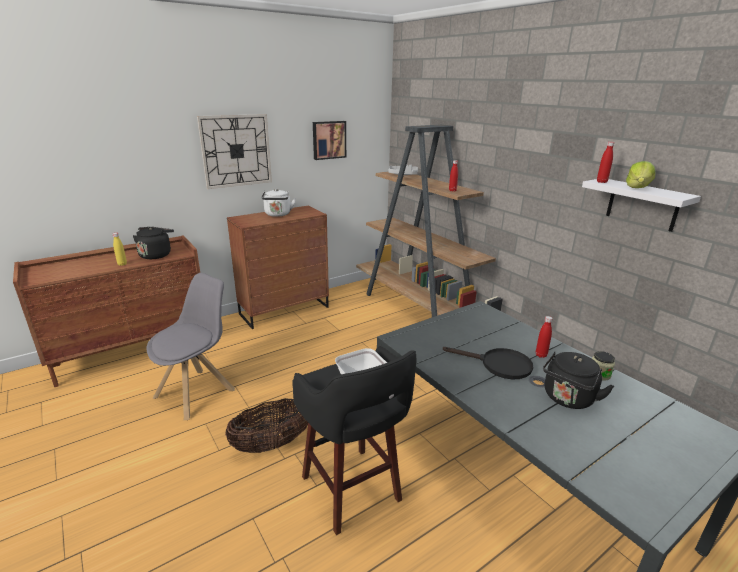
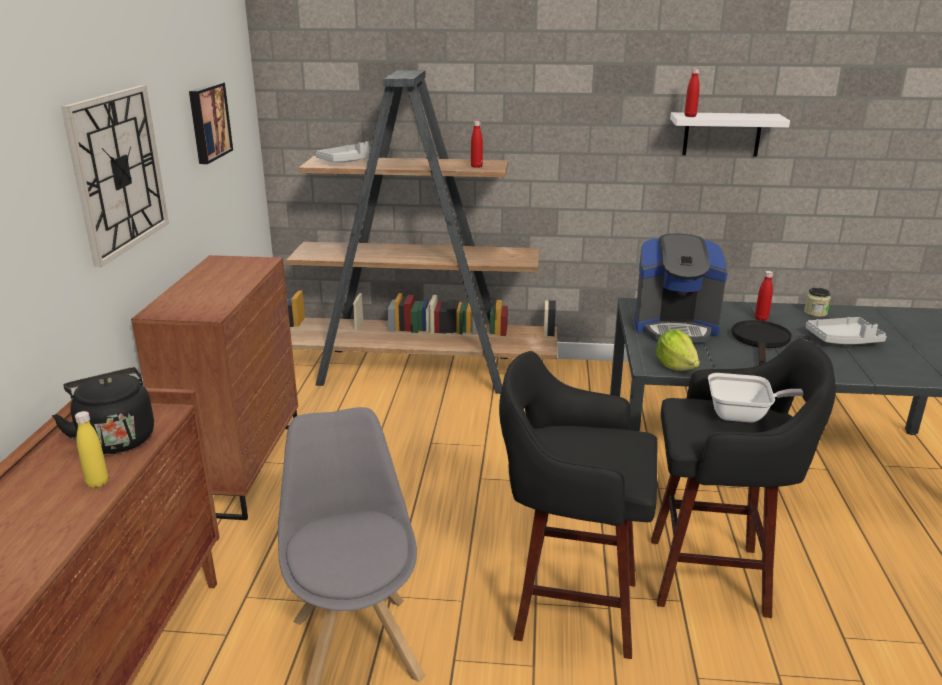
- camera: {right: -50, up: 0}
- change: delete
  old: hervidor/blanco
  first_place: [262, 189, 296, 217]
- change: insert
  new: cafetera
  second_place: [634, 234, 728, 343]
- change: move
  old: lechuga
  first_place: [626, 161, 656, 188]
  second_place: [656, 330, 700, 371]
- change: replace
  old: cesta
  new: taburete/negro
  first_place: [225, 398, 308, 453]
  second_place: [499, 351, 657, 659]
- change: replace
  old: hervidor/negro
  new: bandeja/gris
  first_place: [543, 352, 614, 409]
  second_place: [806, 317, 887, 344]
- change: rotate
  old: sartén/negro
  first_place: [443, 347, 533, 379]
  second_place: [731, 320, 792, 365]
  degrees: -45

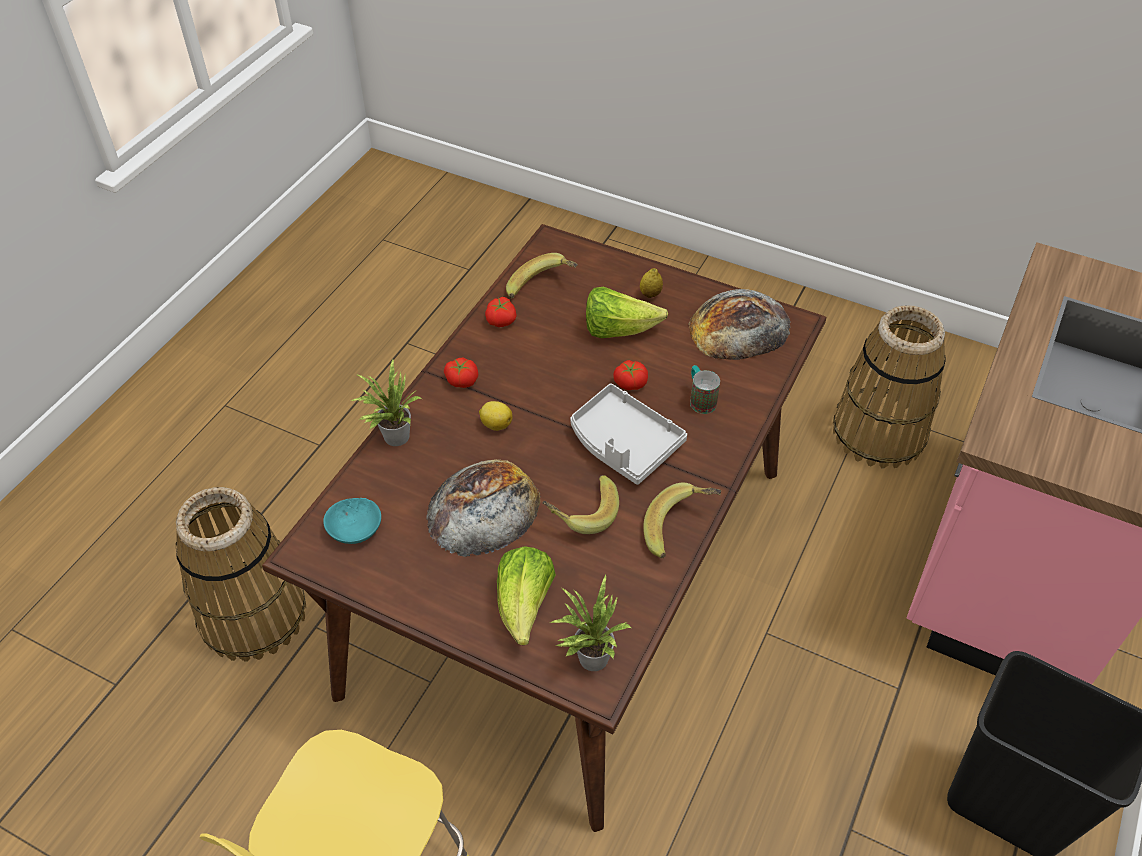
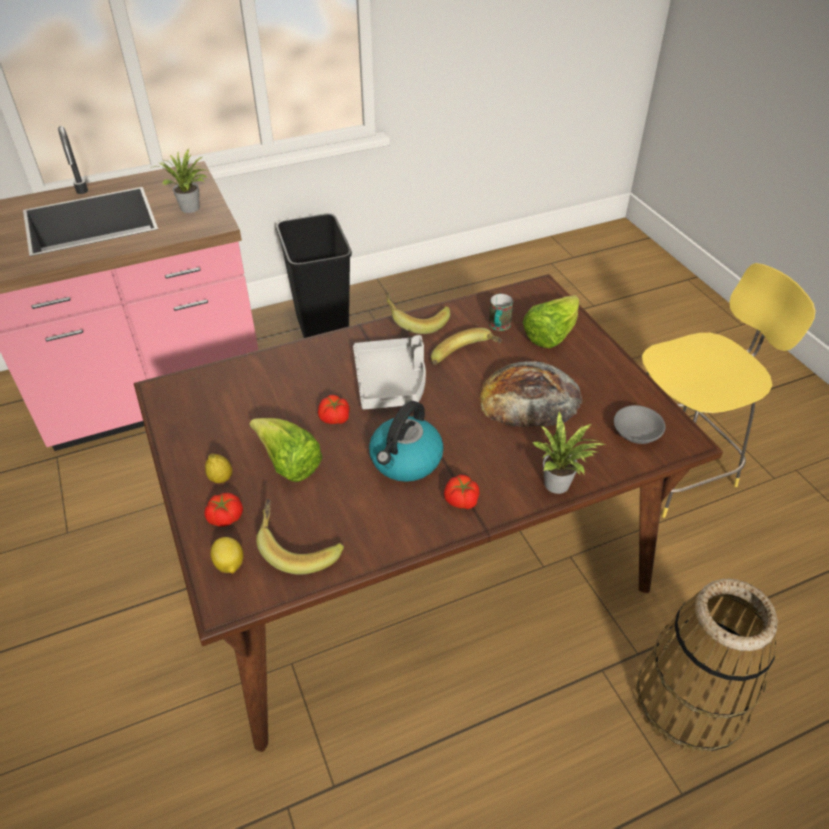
- camera: {right: -140, up: -5}
- change: delete
  old: pan
  first_place: [689, 289, 791, 360]
- change: delete
  old: cesta
  first_place: [833, 305, 946, 469]
- change: insert
  new: hervidor
  second_place: [369, 401, 444, 482]
- change: move
  old: limón
  first_place: [479, 401, 512, 431]
  second_place: [210, 537, 244, 573]
- change: move
  old: tomate
  first_place: [485, 297, 517, 327]
  second_place: [204, 493, 243, 527]
- change: move
  old: planta en maceta
  first_place: [549, 575, 631, 671]
  second_place: [150, 149, 209, 213]
- change: move
  old: taza grande
  first_place: [690, 365, 720, 414]
  second_place: [489, 294, 513, 331]
- change: recolor
  old: cuenco/turquesa
  new: cuenco/gris
  first_place: [323, 498, 381, 544]
  second_place: [614, 405, 666, 444]

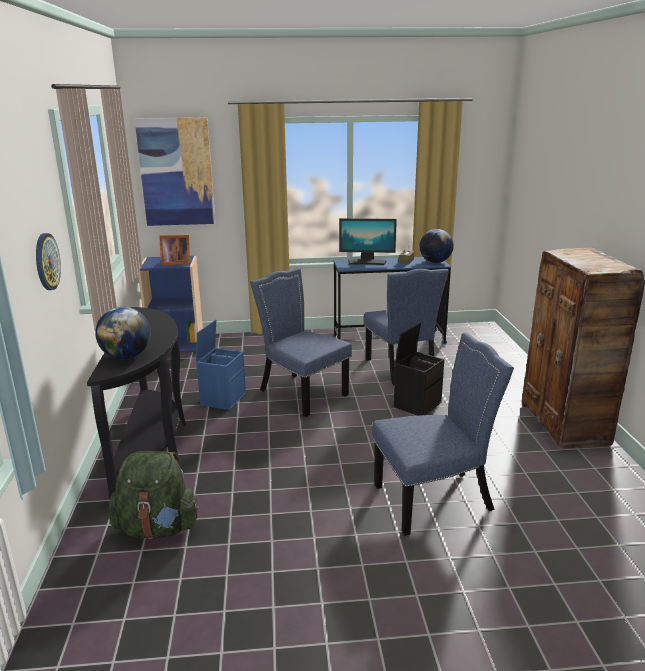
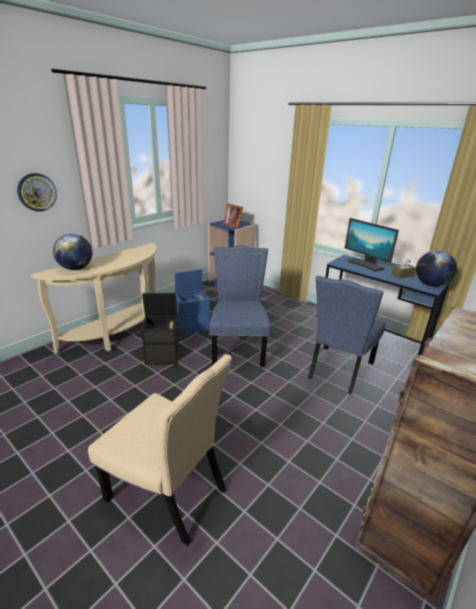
- camera: {right: 45, up: 5}
- change: delete
  old: mochila/verde
  first_place: [109, 451, 199, 539]
- change: delete
  old: cuadro
  first_place: [135, 117, 216, 226]
- change: move
  old: caja de almacenaje/negro
  first_place: [394, 323, 444, 416]
  second_place: [141, 293, 179, 365]
- change: recolor
  old: mesa consola/negro
  new: mesa consola/beis
  first_place: [87, 307, 186, 499]
  second_place: [31, 243, 157, 354]
- change: recolor
  old: silla/azul
  new: silla/beis
  first_place: [372, 333, 514, 535]
  second_place: [88, 354, 232, 546]

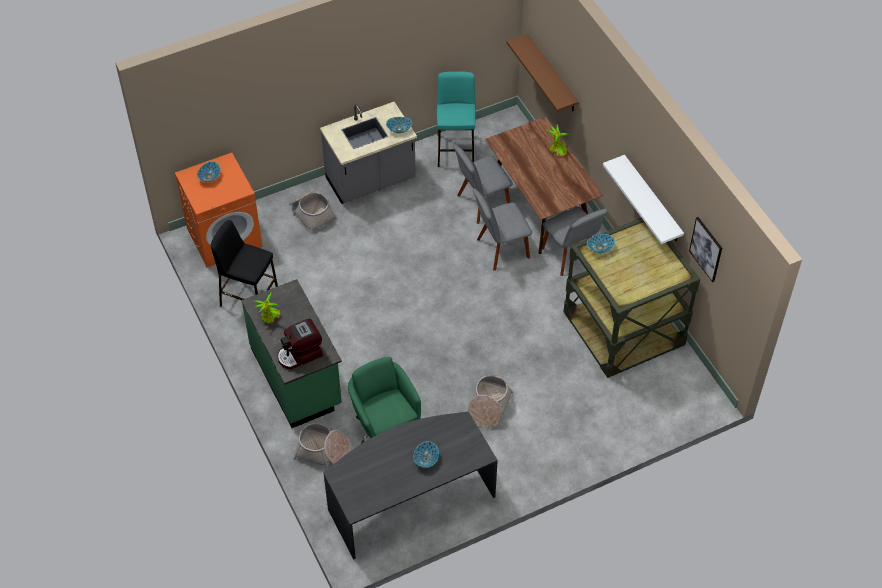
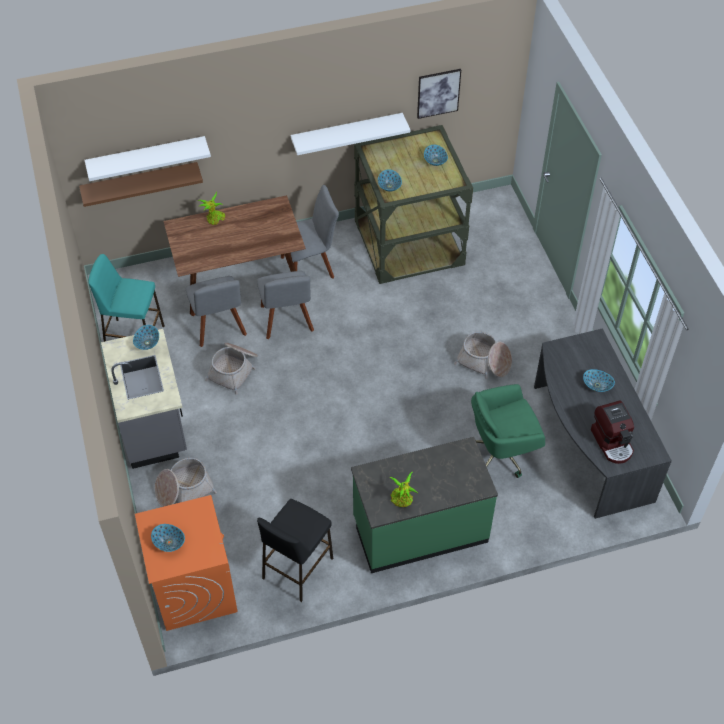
- camera: {right: -80, up: 0}
- change: insert
  new: estante/blanco
  second_place: [85, 136, 211, 181]
- change: insert
  new: cuenco
  second_place: [424, 145, 448, 166]
- change: move
  old: cafetera
  first_place: [277, 319, 323, 369]
  second_place: [591, 400, 634, 464]
- change: move
  old: cesta
  first_place: [293, 423, 350, 469]
  second_place: [205, 343, 258, 395]

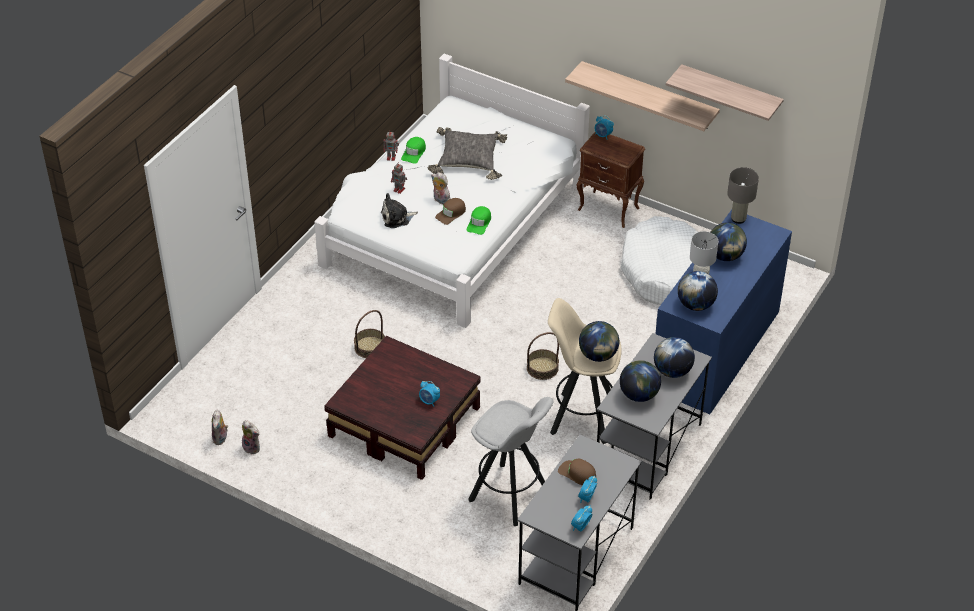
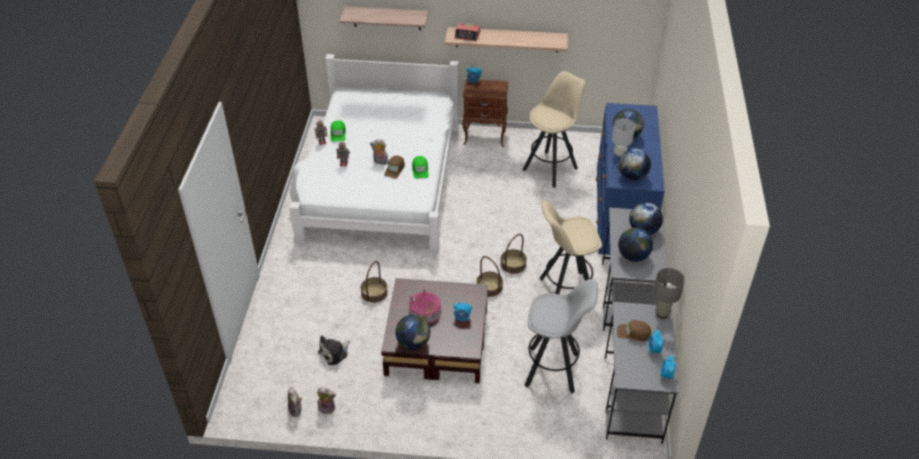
- camera: {right: -25, up: 0}
- change: delete
  old: cojín
  first_place: [428, 127, 507, 180]
- change: insert
  new: casita
  second_place: [409, 288, 442, 323]
- change: insert
  new: despertador
  second_place: [455, 23, 480, 41]
- change: insert
  new: cesta
  second_place: [477, 256, 503, 297]
- change: move
  old: peluche
  first_place: [381, 193, 418, 228]
  second_place: [318, 335, 350, 365]
- change: move
  old: globo terráqueo
  first_place: [579, 321, 619, 362]
  second_place: [395, 315, 430, 350]
- change: move
  old: estante
  first_place: [666, 64, 784, 121]
  second_place: [340, 6, 429, 30]
- change: move
  old: lámpara de mesa/gris
  first_place: [727, 167, 759, 224]
  second_place: [653, 268, 685, 319]
- change: replace
  old: cama para perro/blanco
  new: taburete/beis
  first_place: [621, 216, 698, 305]
  second_place: [523, 71, 586, 188]

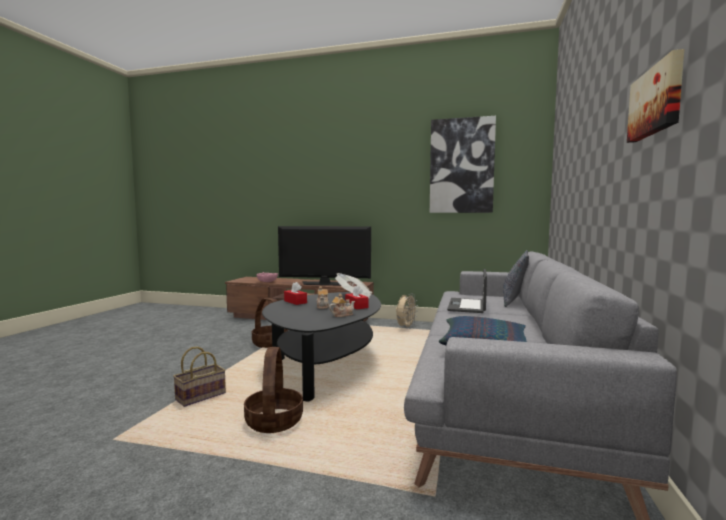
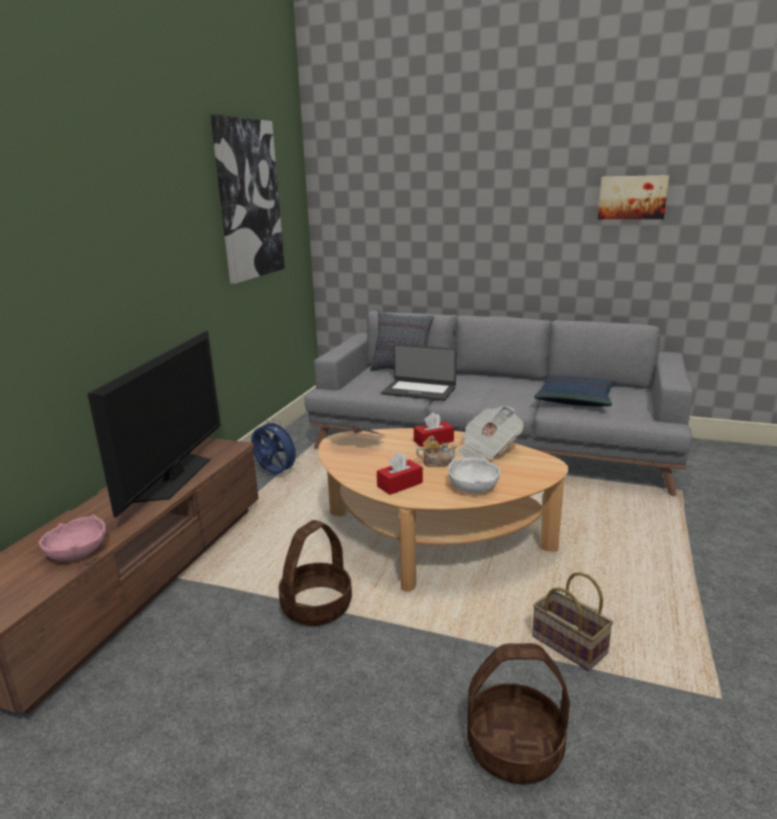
- camera: {right: -85, up: 15}
- change: insert
  new: cuenco/blanco
  second_place: [448, 457, 501, 493]
- change: move
  old: cesta
  first_place: [244, 347, 303, 433]
  second_place: [467, 643, 570, 785]
- change: replace
  old: tetera
  new: periódico
  first_place: [329, 294, 355, 317]
  second_place: [457, 406, 523, 460]
- change: recolor
  old: mesa de centro/negro
  new: mesa de centro/beis
  first_place: [262, 292, 381, 402]
  second_place: [318, 428, 569, 592]
- change: recolor
  old: ventilador/beis
  new: ventilador/azul
  first_place: [396, 293, 418, 329]
  second_place: [251, 419, 300, 474]

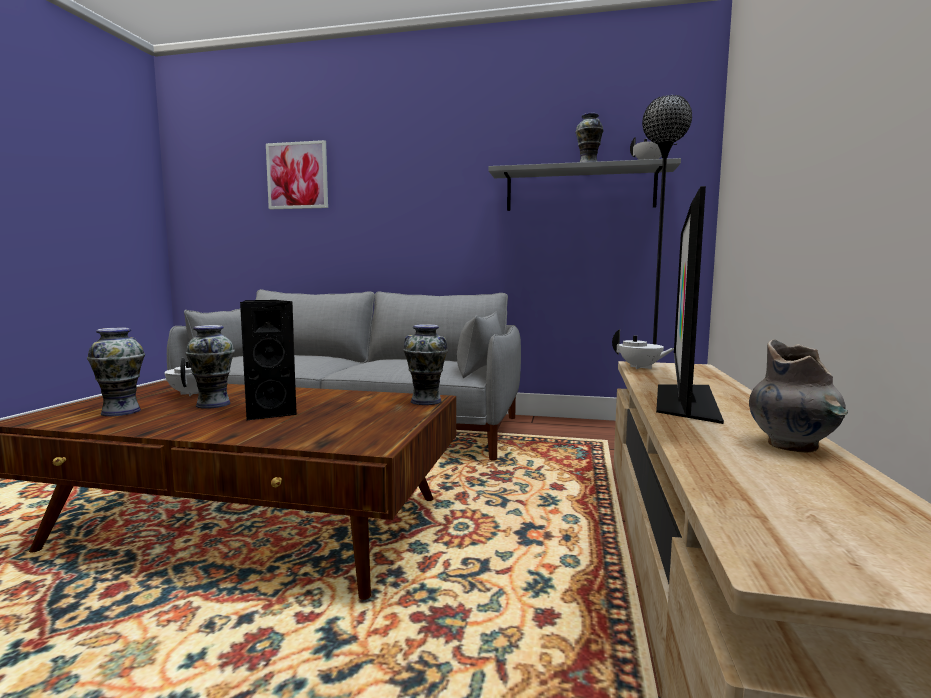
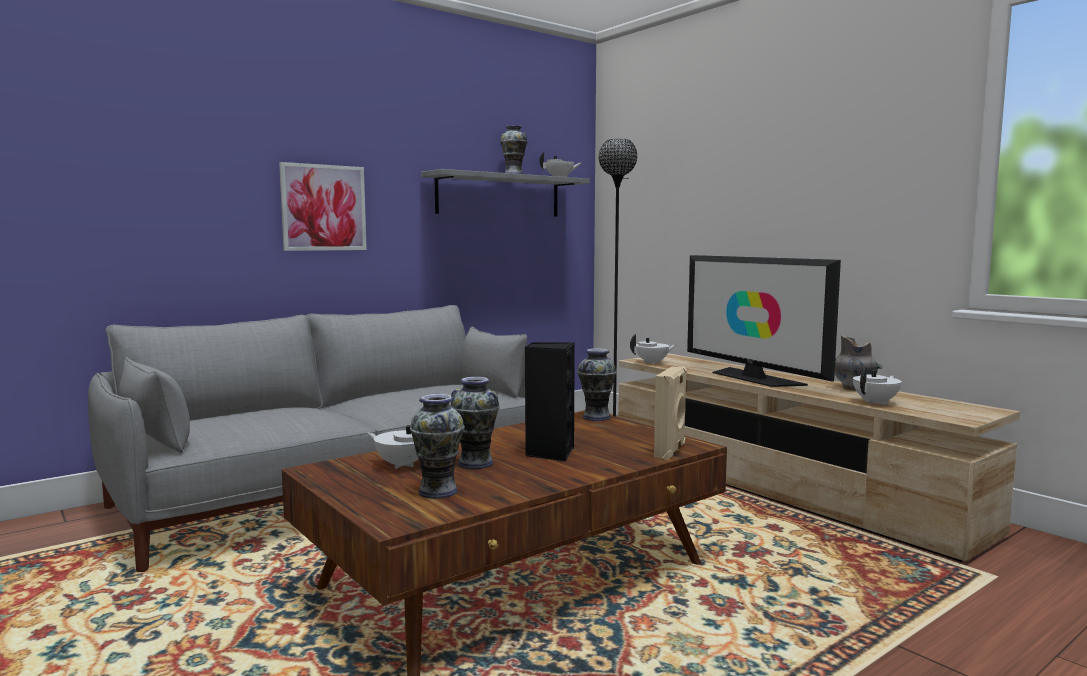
- camera: {right: -50, up: 0}
- change: insert
  new: altavoz/beis
  second_place: [654, 366, 687, 460]
- change: insert
  new: tetera/blanco
  second_place: [853, 366, 902, 405]
- change: move
  old: cuadro
  first_place: [266, 140, 328, 209]
  second_place: [279, 162, 367, 251]

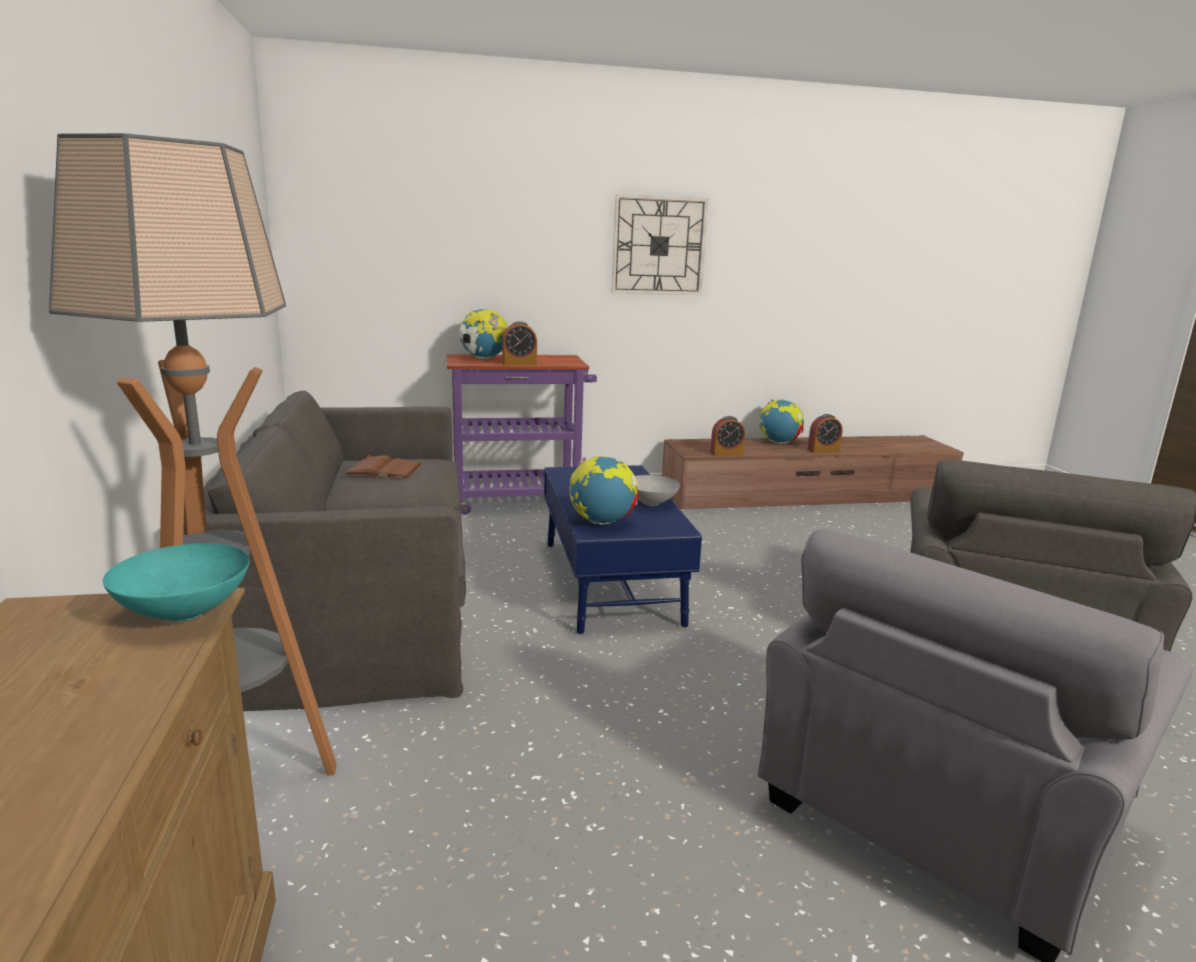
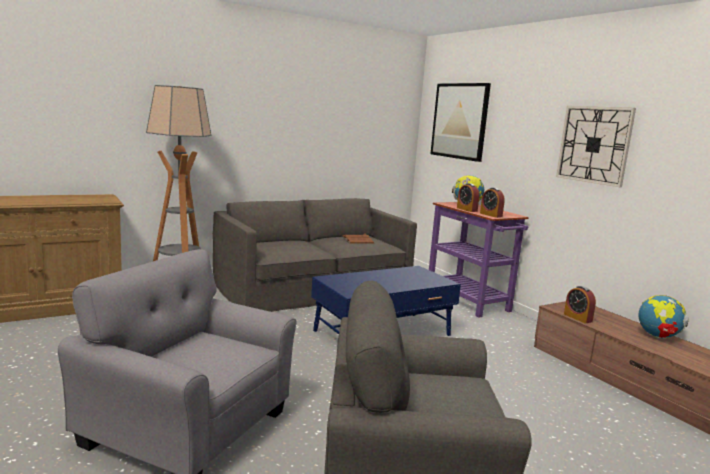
- camera: {right: 70, up: -5}
- change: delete
  old: cuenco/turquesa
  first_place: [103, 543, 249, 621]
- change: delete
  old: globo terráqueo
  first_place: [570, 456, 638, 525]
- change: delete
  old: cuenco/gris
  first_place: [635, 475, 680, 506]
- change: insert
  new: cuadro
  second_place: [431, 83, 491, 162]
- change: move
  old: despertador
  first_place: [807, 414, 842, 453]
  second_place: [480, 188, 505, 218]

